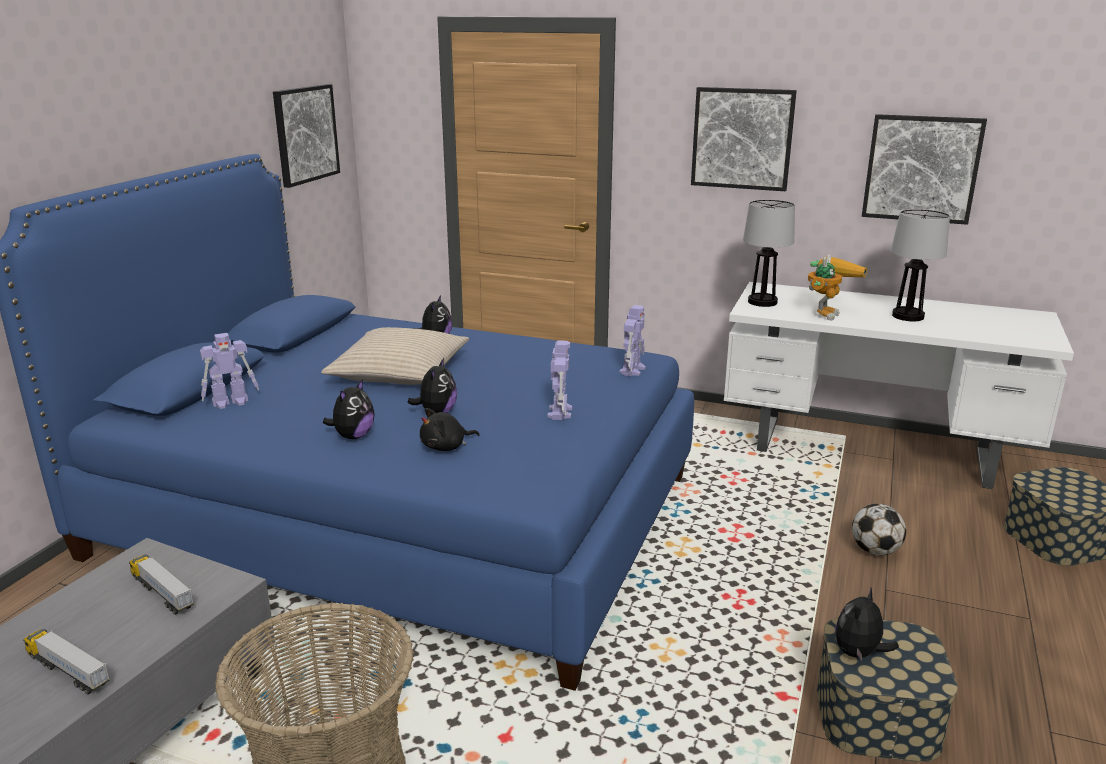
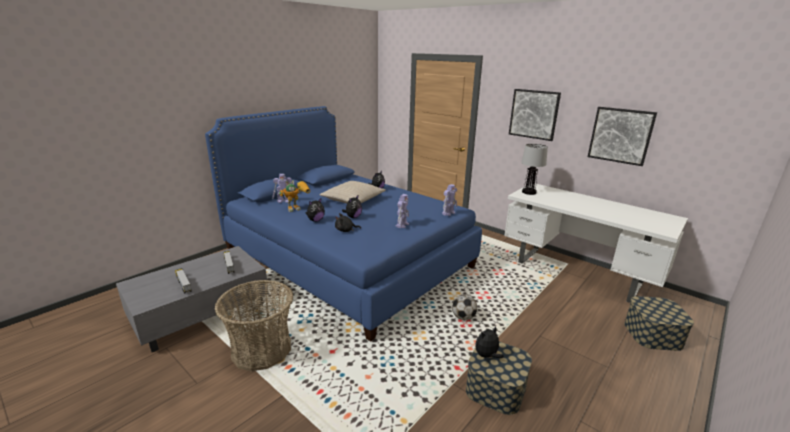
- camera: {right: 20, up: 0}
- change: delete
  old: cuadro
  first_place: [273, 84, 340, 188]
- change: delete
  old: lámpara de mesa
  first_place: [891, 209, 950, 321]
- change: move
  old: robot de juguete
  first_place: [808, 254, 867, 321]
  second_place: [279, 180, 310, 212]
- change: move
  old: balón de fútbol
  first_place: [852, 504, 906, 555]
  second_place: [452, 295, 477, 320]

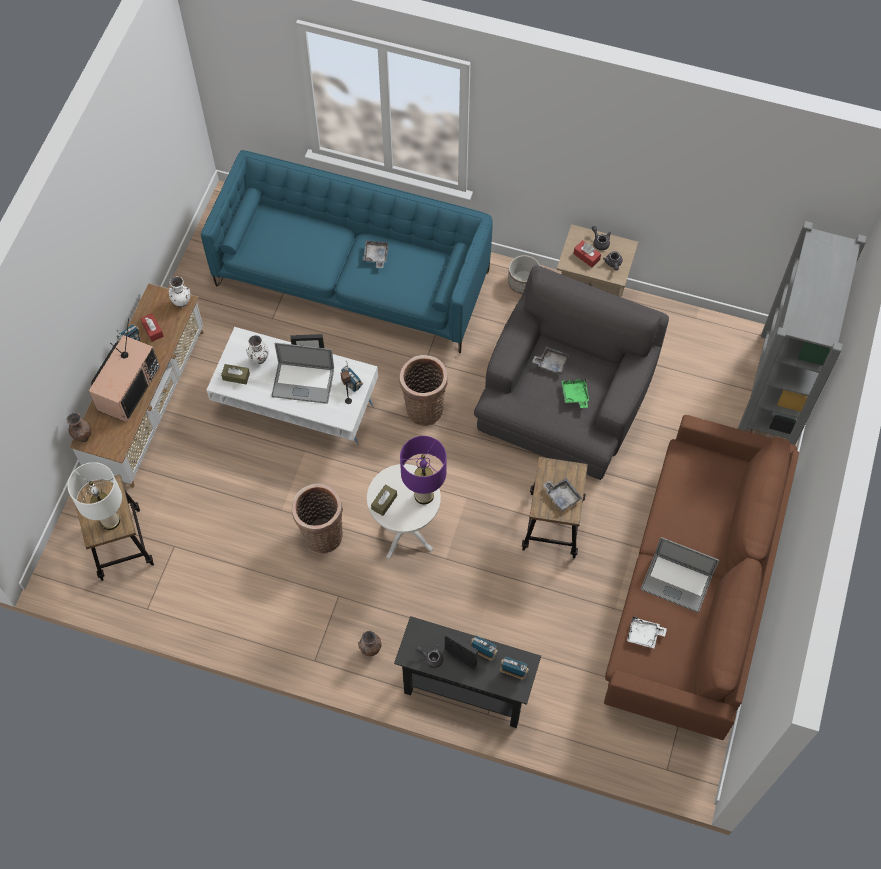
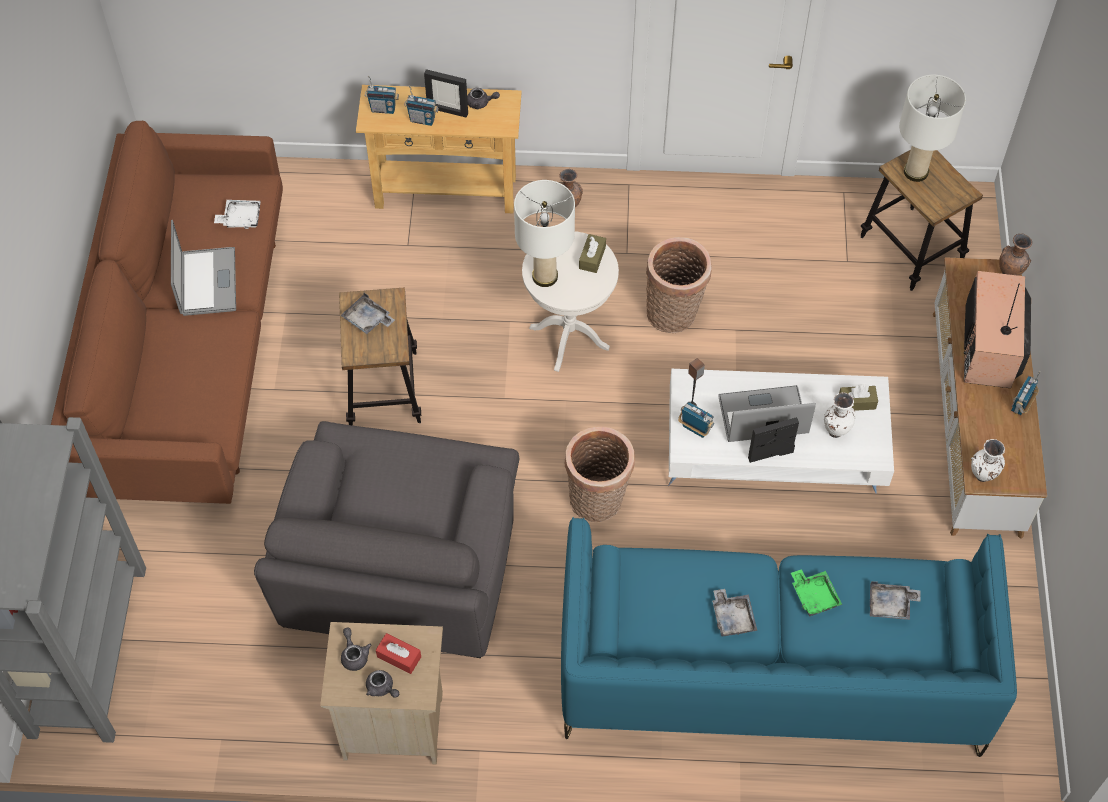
- camera: {right: 165, up: -5}
- change: delete
  old: caja de pañuelos/rojo
  first_place: [140, 313, 164, 342]
- change: delete
  old: maceta
  first_place: [508, 255, 540, 294]
- change: move
  old: bandeja/gris
  first_place: [532, 346, 570, 374]
  second_place: [870, 581, 921, 620]
- change: move
  old: bandeja/verde
  first_place: [562, 378, 589, 408]
  second_place: [791, 569, 842, 617]
- change: recolor
  old: mesa consola/negro
  new: mesa consola/beis
  first_place: [394, 616, 541, 728]
  second_place: [356, 85, 522, 213]
- change: recolor
  old: lámpara de mesa/morado
  new: lámpara de mesa/blanco
  first_place: [400, 436, 447, 504]
  second_place: [514, 180, 575, 287]
- change: rotate
  old: portátil
  first_place: [641, 537, 719, 613]
  second_place: [171, 220, 236, 316]
  degrees: 75

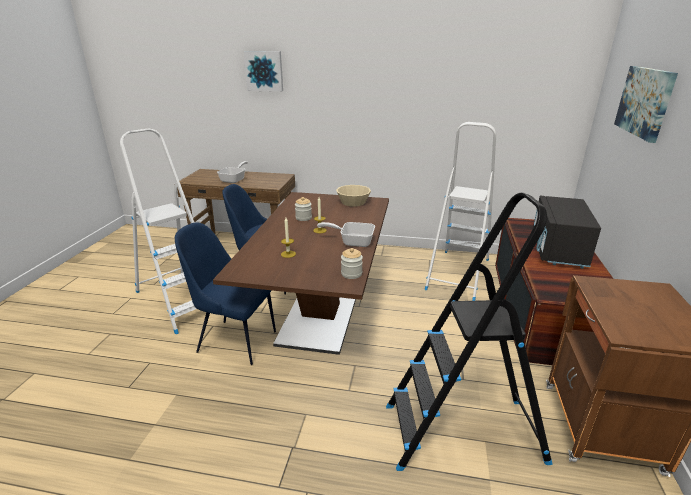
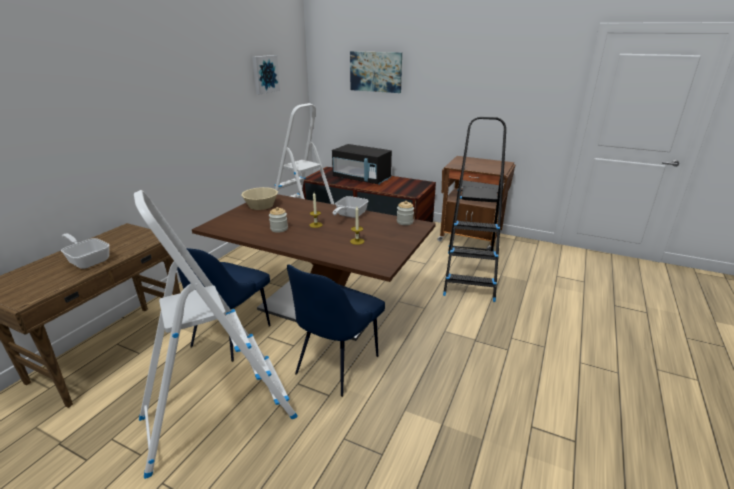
- camera: {right: -75, up: 0}
- change: move
  old: cuadro
  first_place: [244, 51, 283, 92]
  second_place: [252, 55, 280, 94]

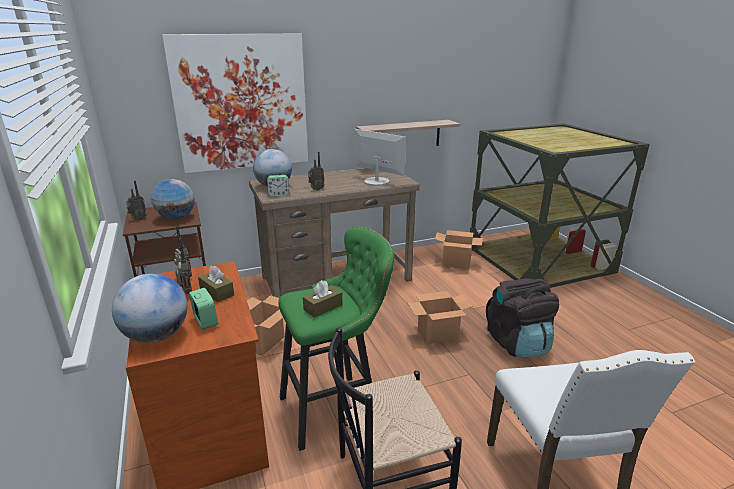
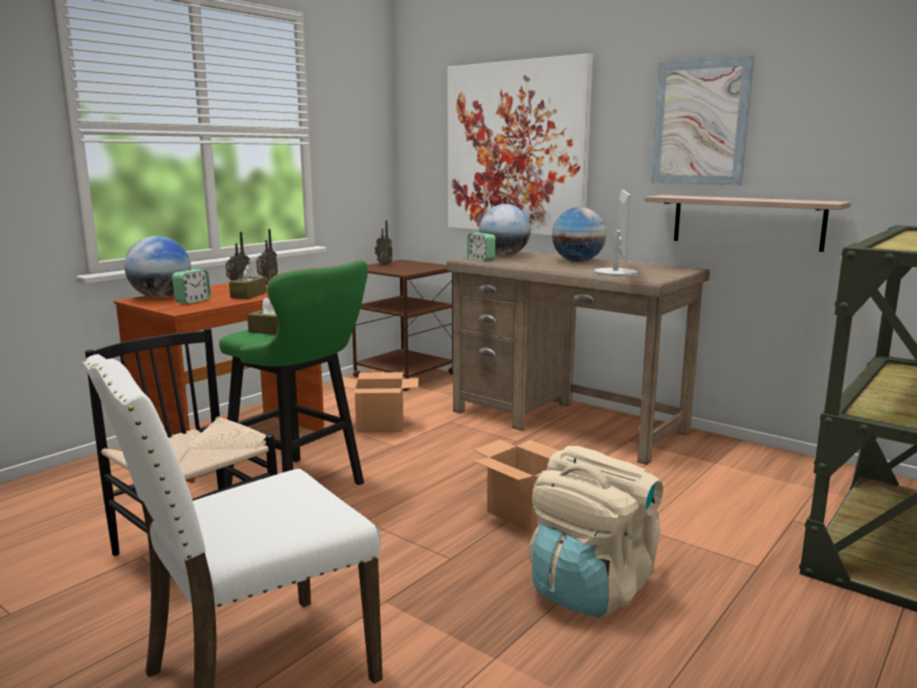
- camera: {right: 60, up: -10}
- change: delete
  old: radio
  first_place: [308, 152, 325, 191]
- change: delete
  old: caja de cartón
  first_place: [435, 230, 483, 269]
- change: insert
  new: cuadro
  second_place: [651, 55, 754, 185]
- change: move
  old: globo terráqueo
  first_place: [151, 179, 195, 219]
  second_place: [552, 207, 607, 262]
- change: recolor
  old: mochila/negro
  new: mochila/beis
  first_place: [486, 278, 559, 357]
  second_place: [528, 446, 663, 617]

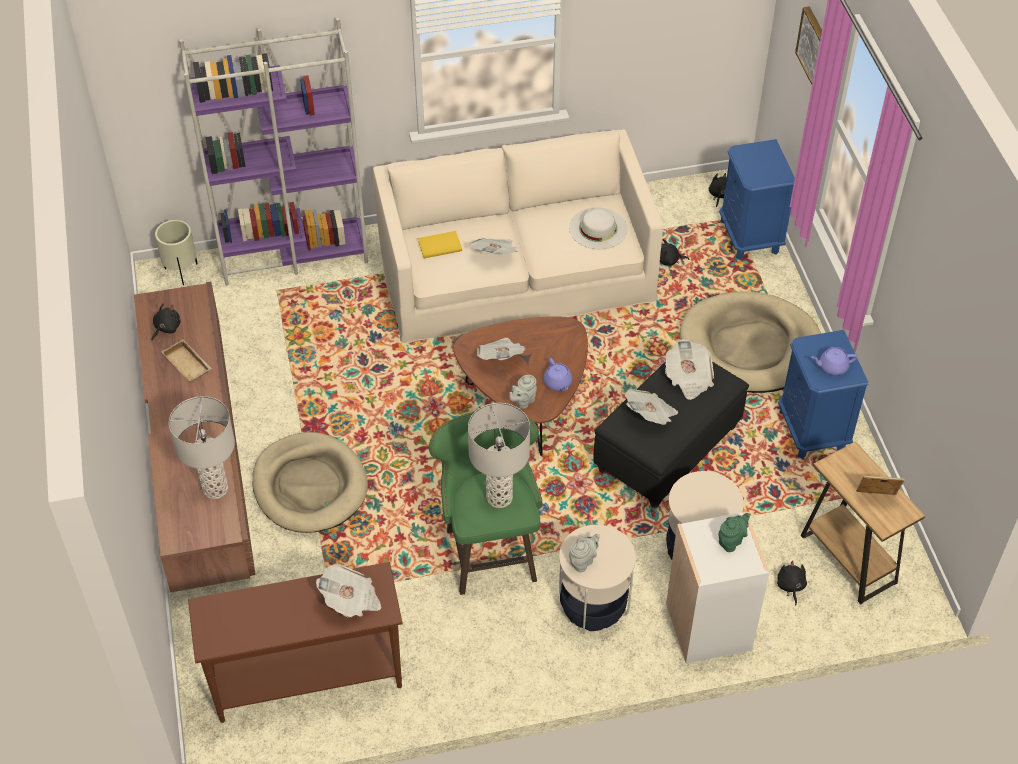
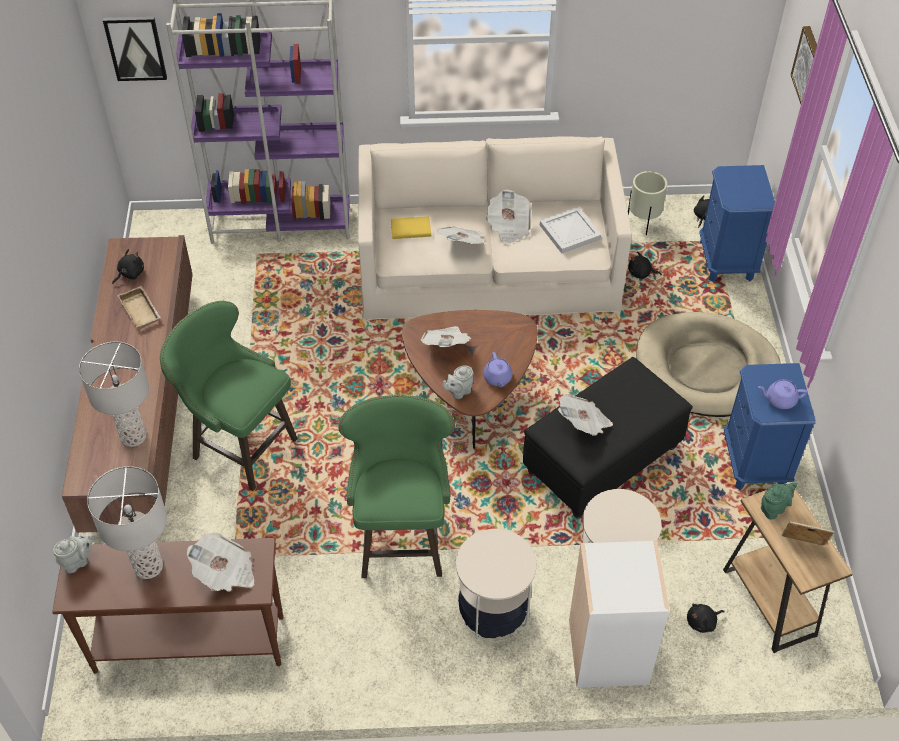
- camera: {right: 10, up: 0}
- change: insert
  new: cuadro
  second_place: [103, 17, 167, 81]
- change: move
  old: maceta/beis
  first_place: [155, 220, 198, 285]
  second_place: [628, 171, 667, 235]
- change: move
  old: lámpara de mesa/blanco
  first_place: [468, 403, 530, 508]
  second_place: [87, 466, 167, 579]
- change: move
  old: tetera/gris
  first_place: [569, 534, 600, 572]
  second_place: [53, 534, 94, 573]
- change: move
  old: periódico
  first_place: [665, 339, 714, 400]
  second_place: [486, 189, 532, 245]
- change: move
  old: tetera/verde
  first_place: [719, 513, 751, 552]
  second_place: [761, 482, 798, 520]
- change: replace
  old: cama para perro/beis
  new: taburete/verde
  first_place: [252, 432, 368, 533]
  second_place: [160, 301, 298, 491]
- change: replace
  old: sombrero/blanco
  new: bandeja/blanco
  first_place: [569, 208, 627, 249]
  second_place: [540, 207, 601, 254]
- change: rotate
  old: peluche/negro
  first_place: [777, 560, 807, 605]
  second_place: [687, 604, 725, 633]
  degrees: -120

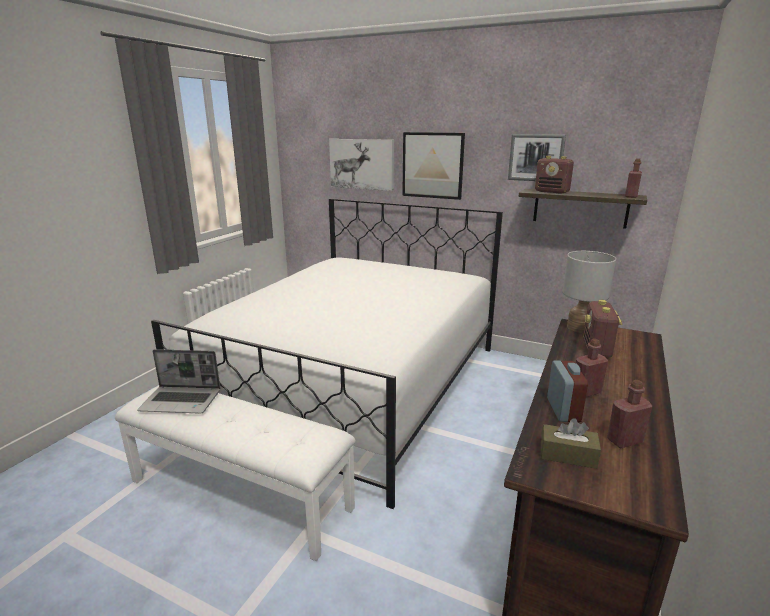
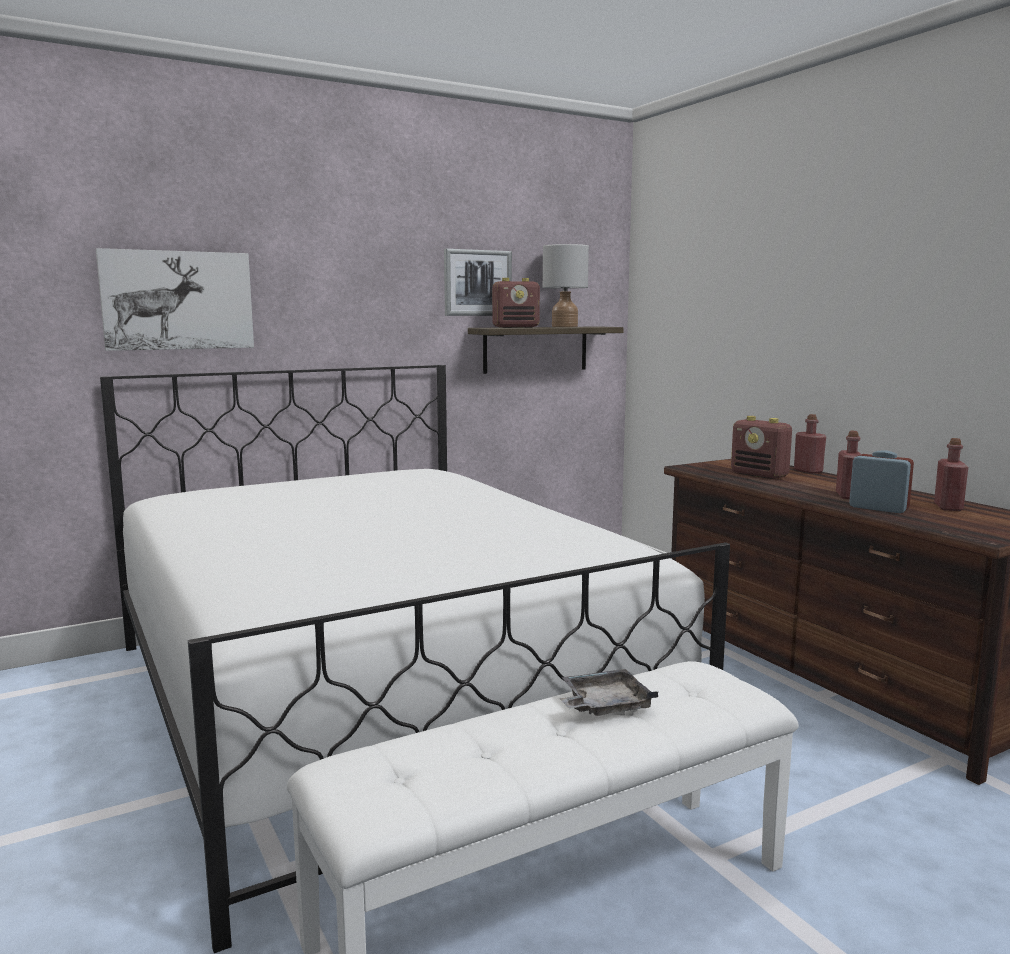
- camera: {right: -55, up: -10}
- change: delete
  old: portátil
  first_place: [137, 349, 220, 414]
- change: delete
  old: cuadro
  first_place: [402, 132, 465, 200]
- change: delete
  old: caja de pañuelos/marrón
  first_place: [541, 418, 601, 469]
- change: insert
  new: bandeja/gris
  second_place: [560, 669, 658, 716]
- change: move
  old: lámpara de mesa/gris
  first_place: [562, 251, 616, 333]
  second_place: [543, 244, 589, 327]
- change: move
  old: botella/rojo
  first_place: [625, 158, 642, 198]
  second_place: [794, 414, 826, 474]

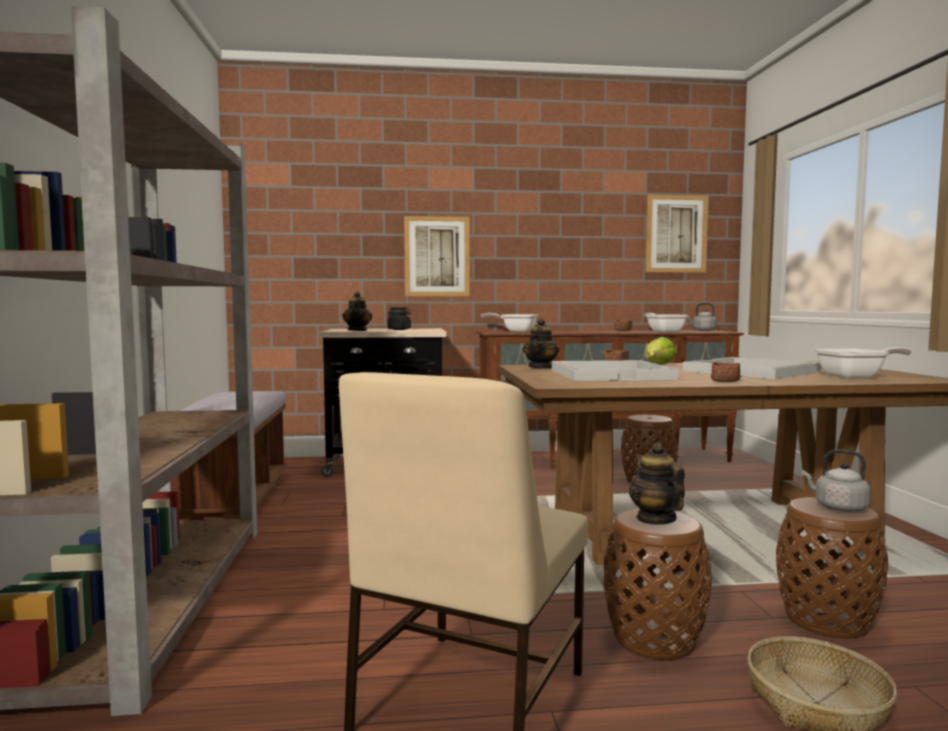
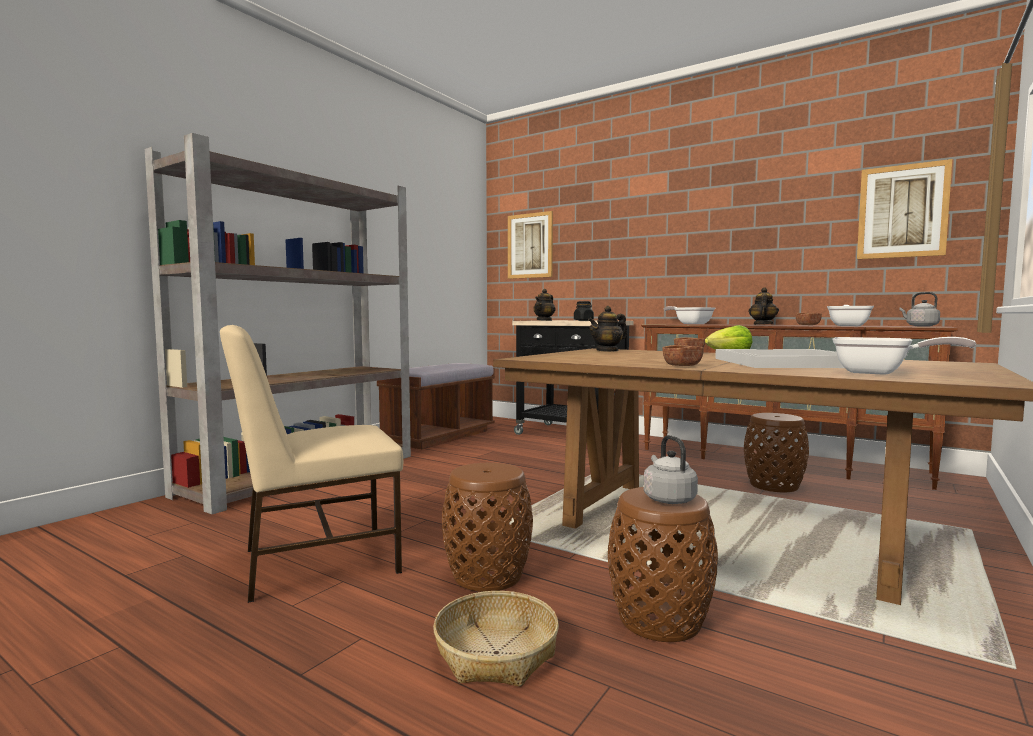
- camera: {right: 40, up: 0}
- change: delete
  old: bandeja/blanco
  first_place: [552, 360, 678, 381]
- change: move
  old: cuadro
  first_place: [404, 216, 469, 296]
  second_place: [508, 211, 553, 279]
- change: move
  old: tetera
  first_place: [629, 443, 685, 525]
  second_place: [749, 287, 779, 325]

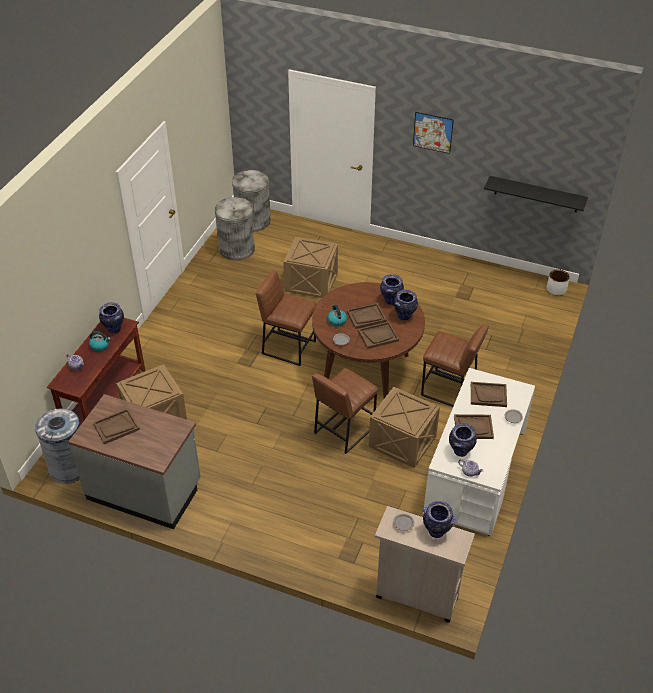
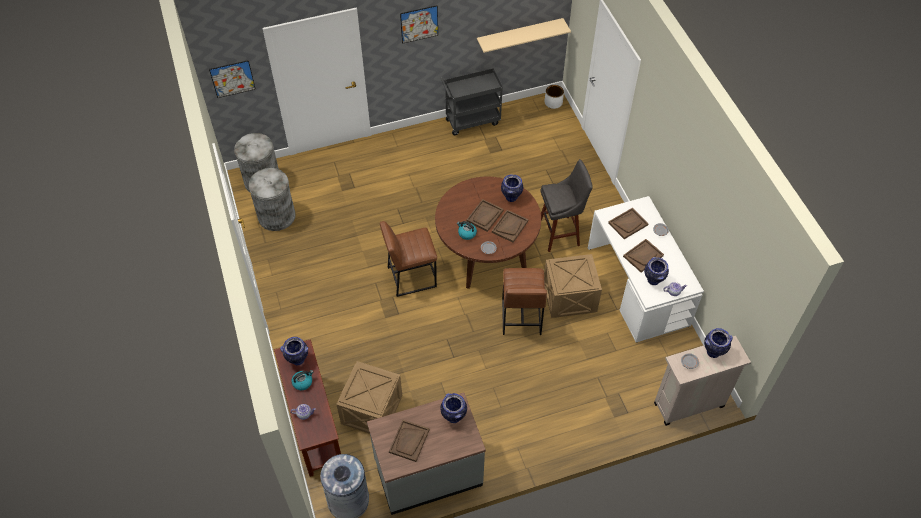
- camera: {right: -40, up: 10}
- change: delete
  old: caja de embalaje
  first_place: [283, 237, 338, 298]
- change: insert
  new: cuadro
  second_place: [209, 60, 256, 98]
- change: insert
  new: carrito/gris
  second_place: [441, 69, 503, 135]
- change: move
  old: florero
  first_place: [380, 274, 404, 305]
  second_place: [440, 393, 467, 423]
- change: replace
  old: silla/marrón
  new: taburete/gris
  first_place: [421, 324, 489, 407]
  second_place: [540, 159, 593, 252]
- change: recolor
  old: estante/negro
  new: estante/beis
  first_place: [484, 176, 588, 212]
  second_place: [477, 18, 571, 53]

